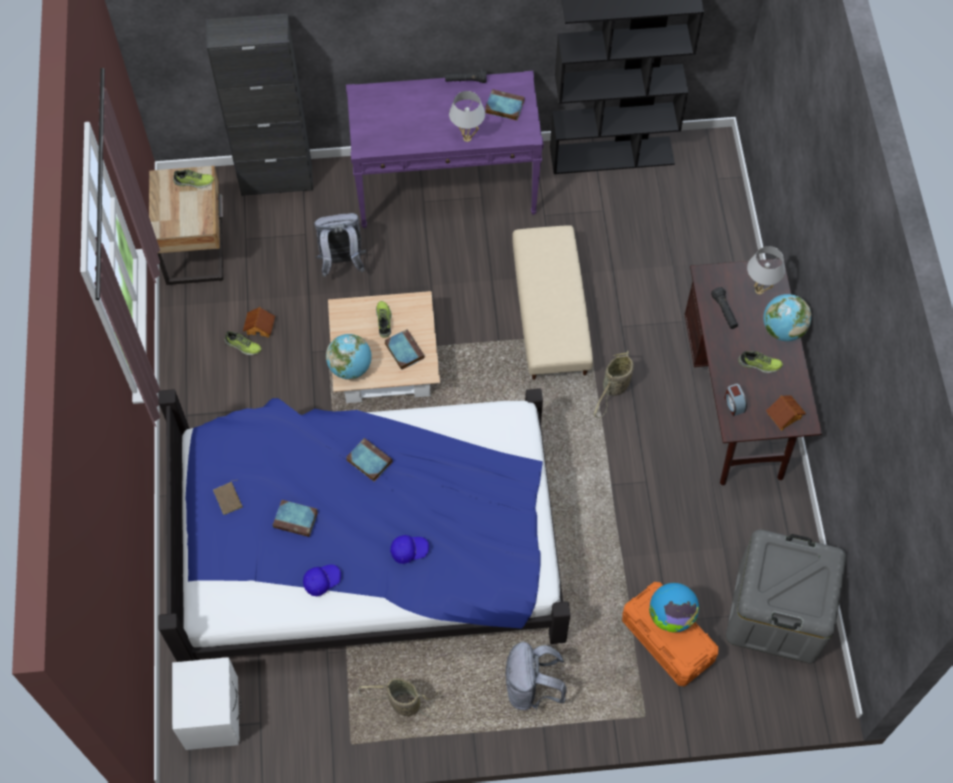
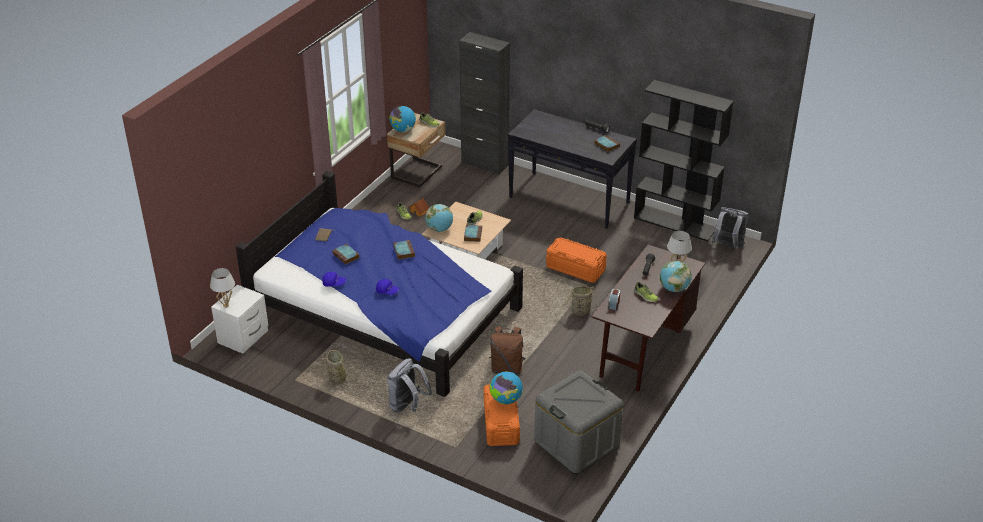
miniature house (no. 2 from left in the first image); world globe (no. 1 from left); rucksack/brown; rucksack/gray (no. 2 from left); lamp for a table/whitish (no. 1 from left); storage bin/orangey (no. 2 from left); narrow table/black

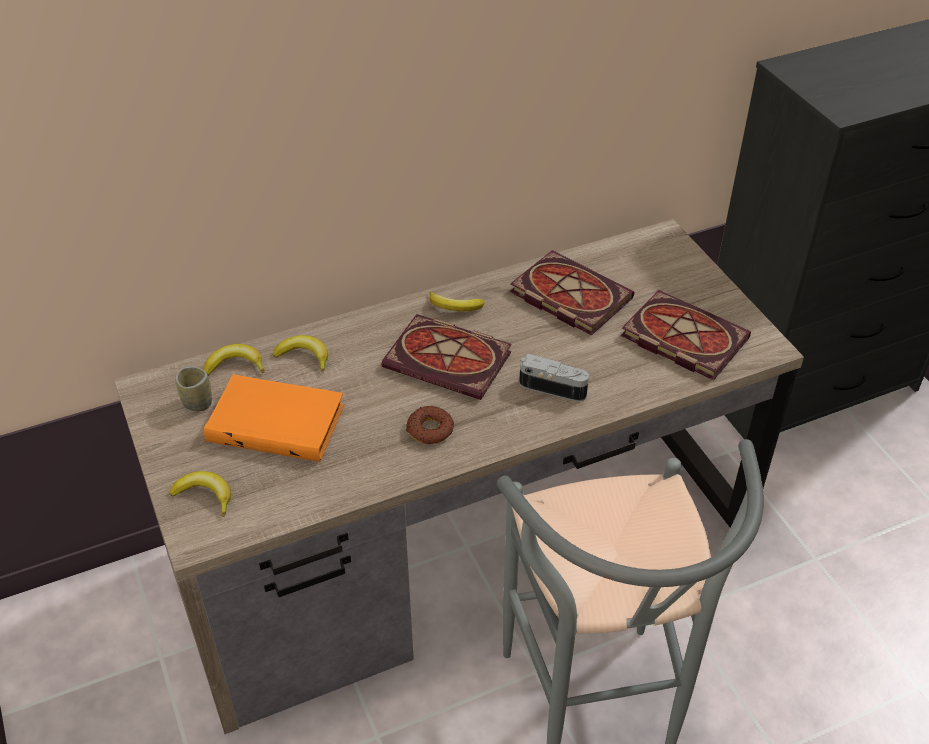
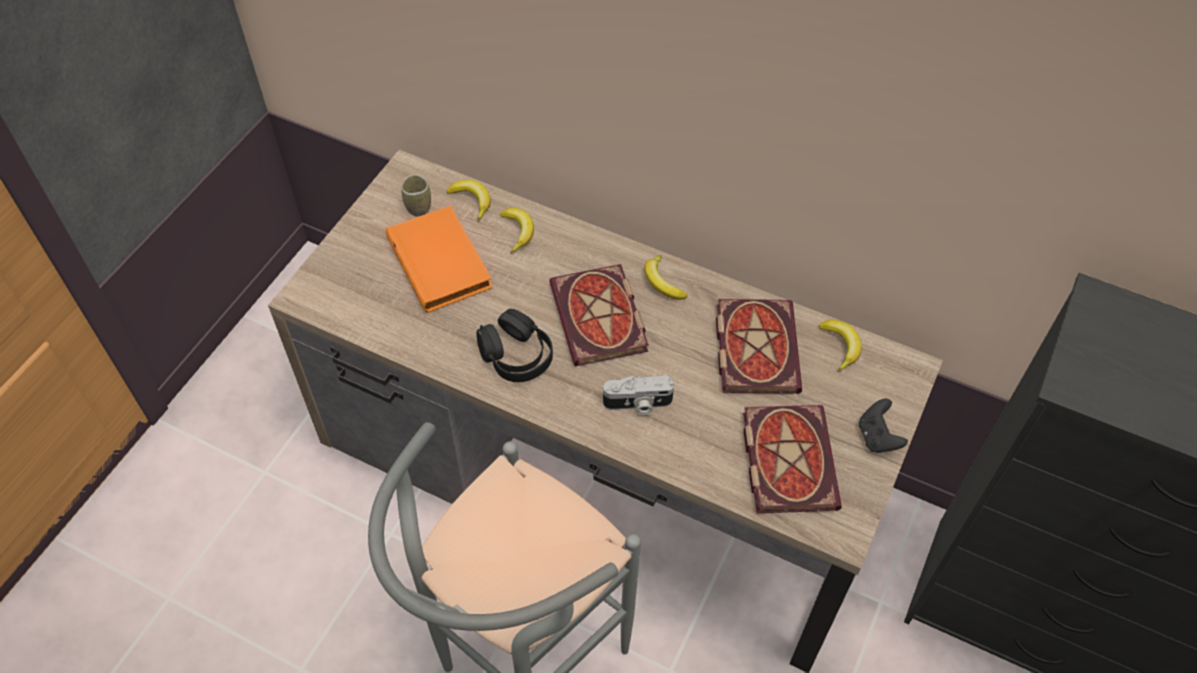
game controller/black; banana fruit (no. 4 from left); headphones/black; still camera

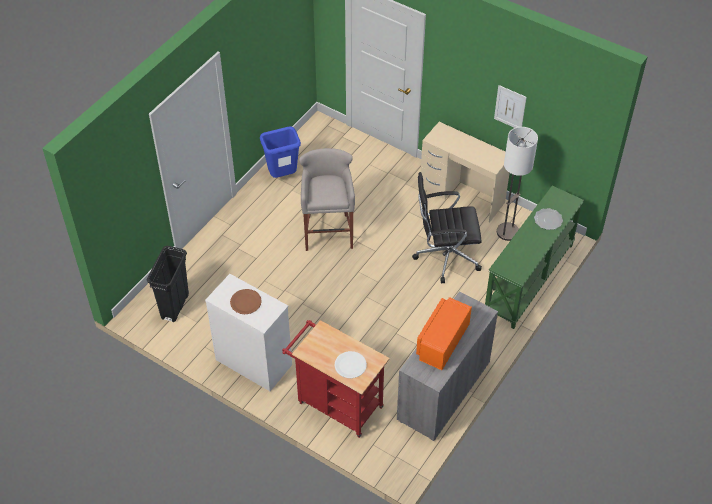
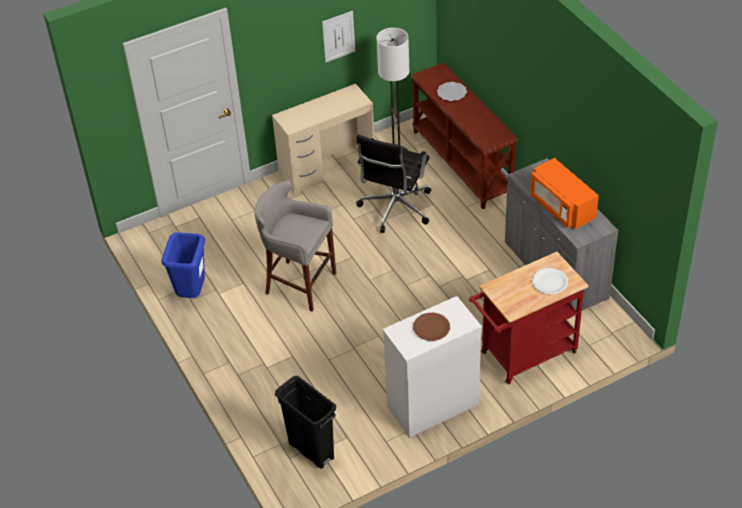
narrow table/brown

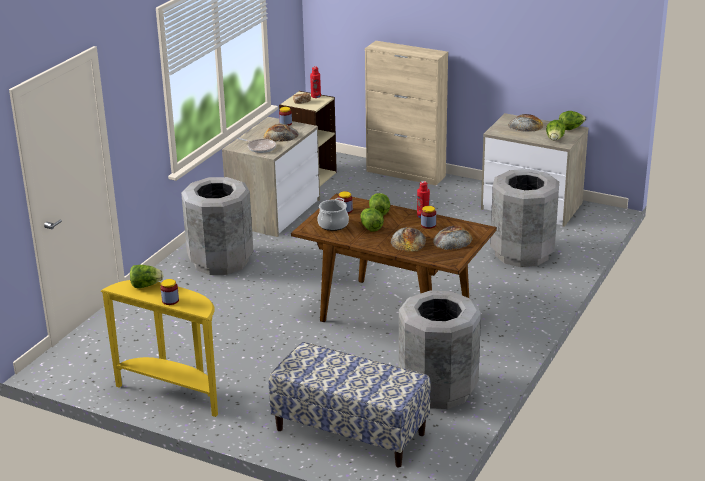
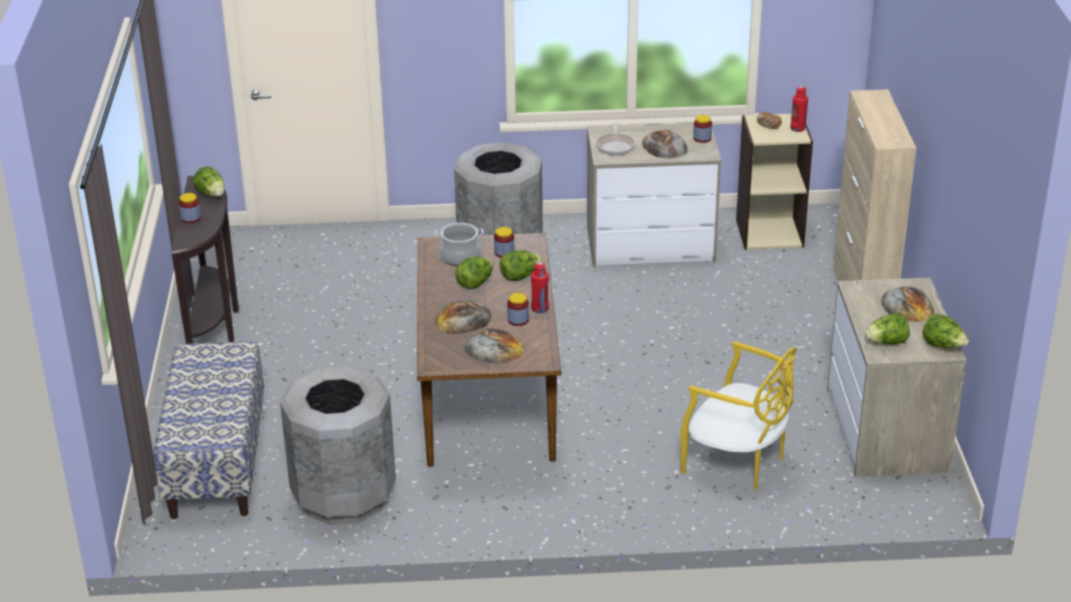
chair/yellow; narrow table/brown

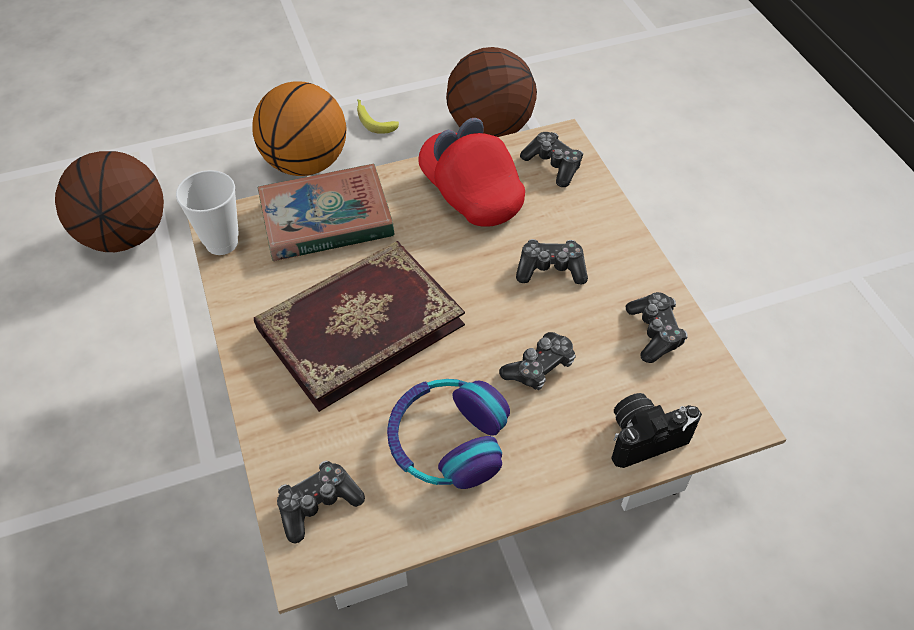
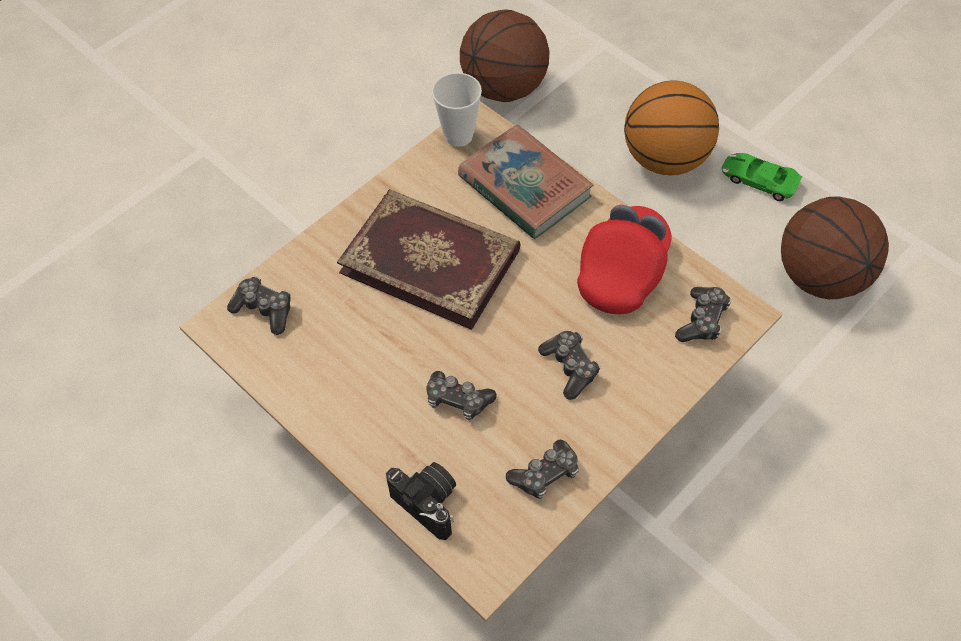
headphones; miniature car/greenish

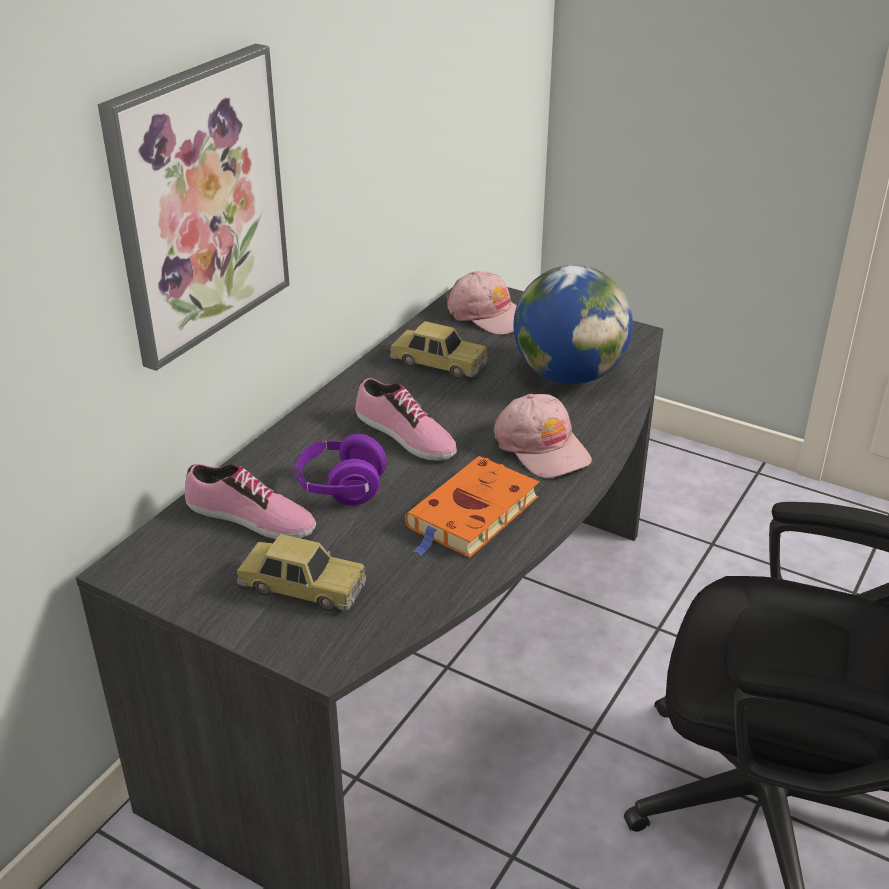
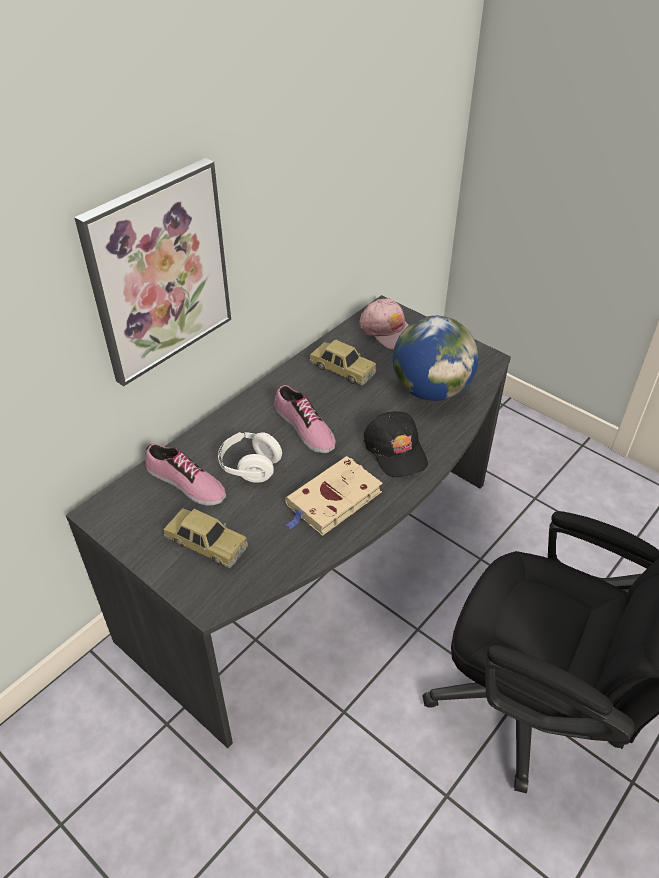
headphones/whitish; volume/beige; baseball cap/black

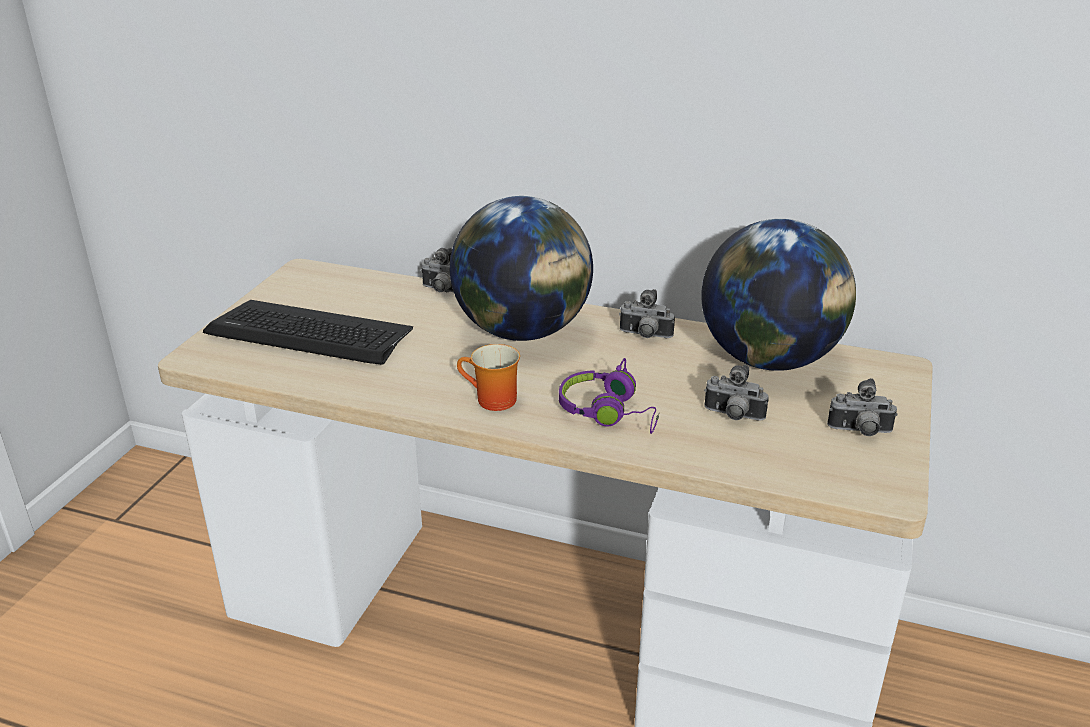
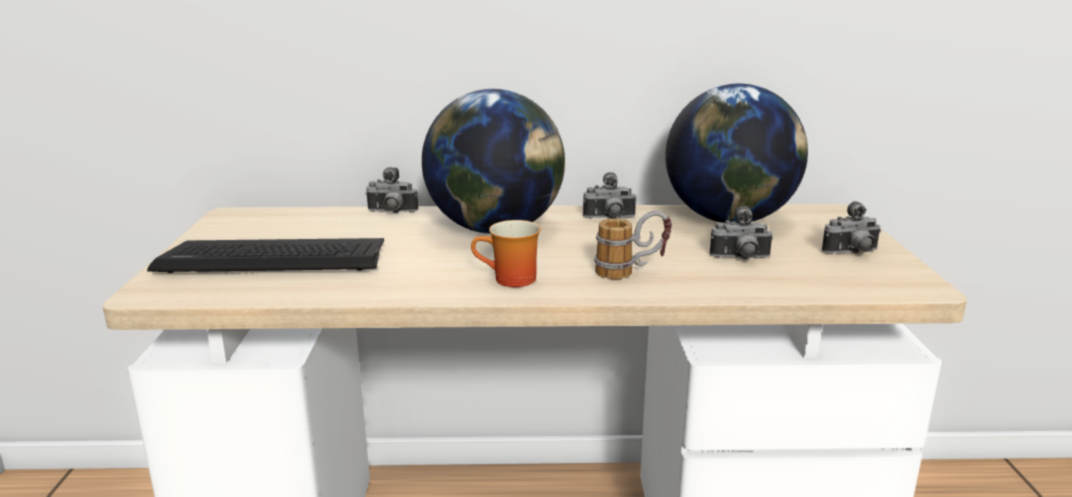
coffee mug (no. 2 from left)

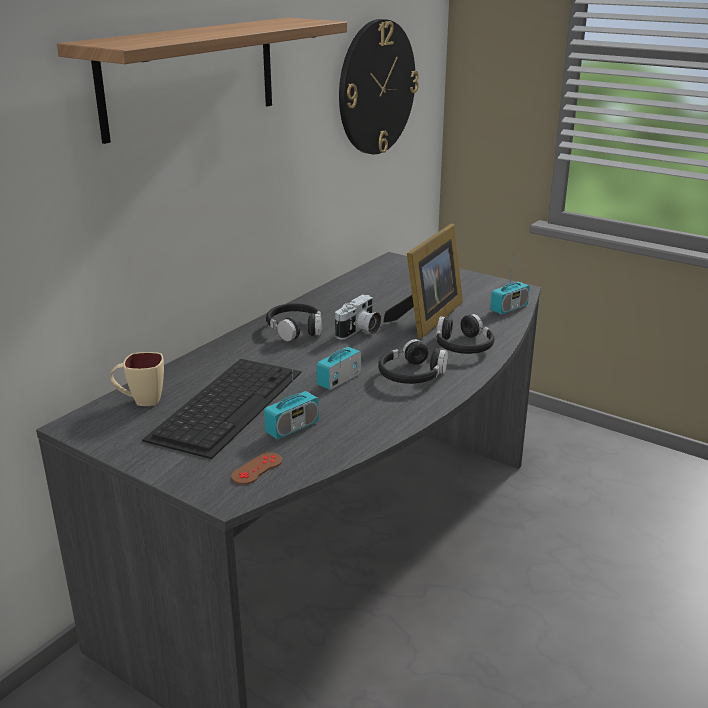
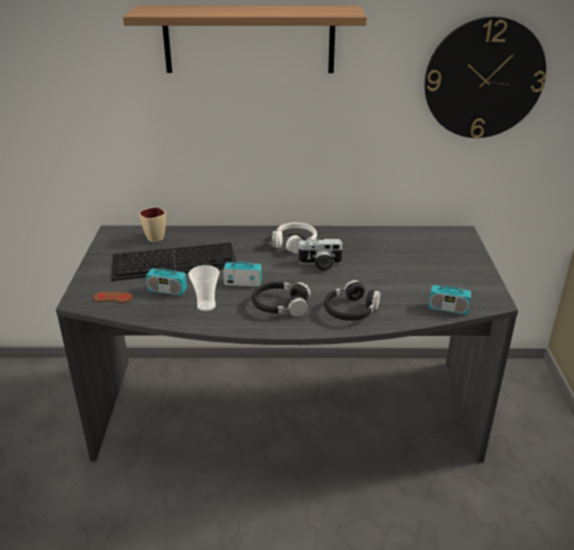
picture frame; drinking cup; headphones/whitish

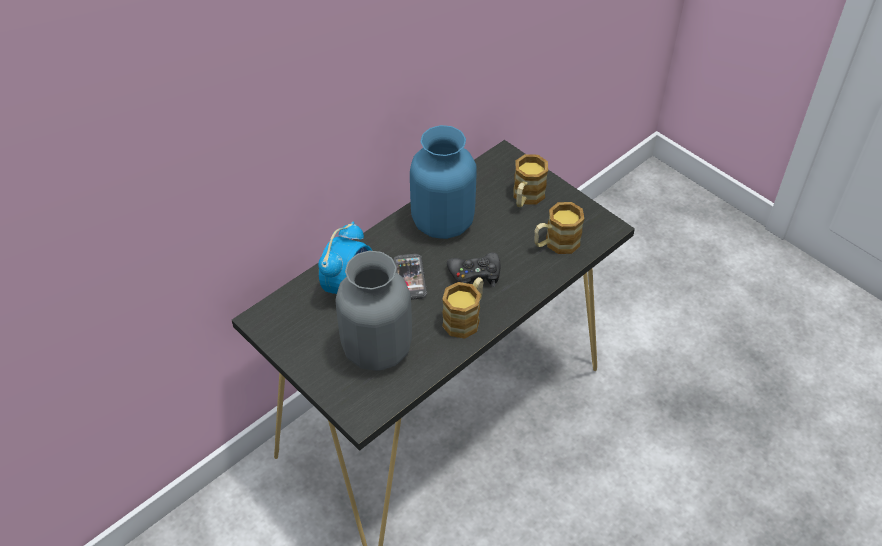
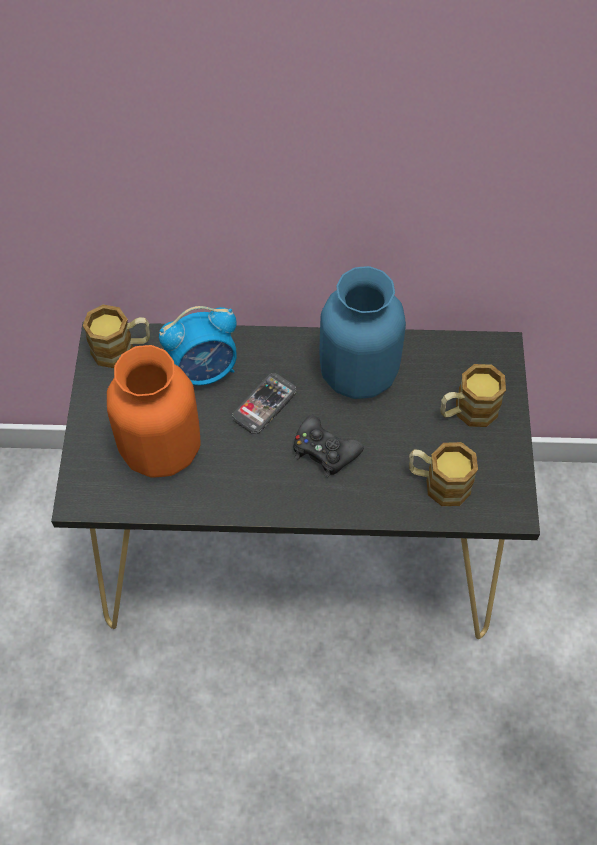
coffee mug (no. 1 from left); vase/orangey

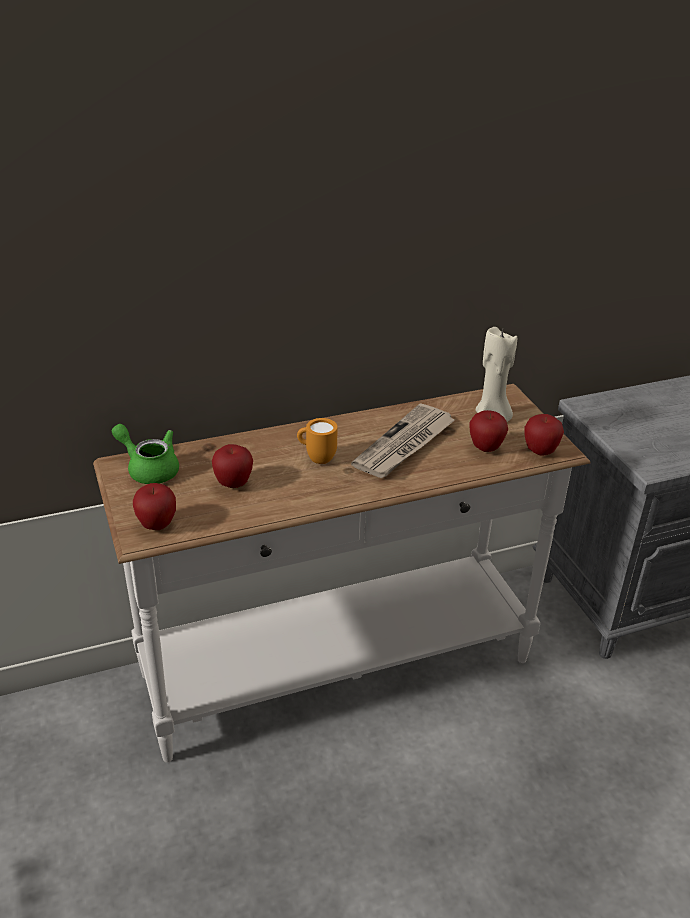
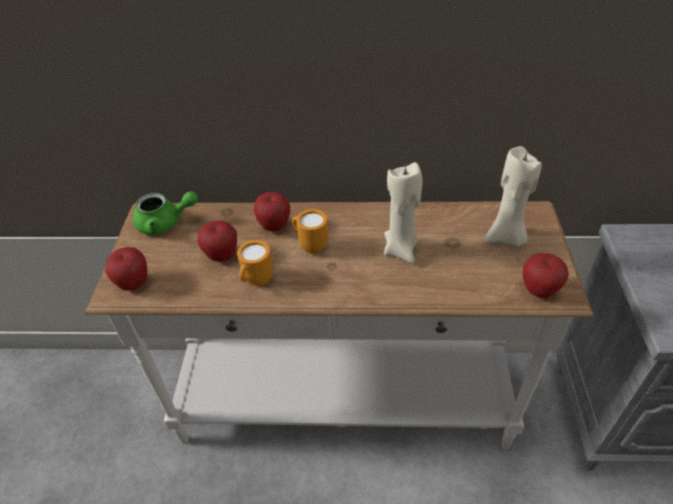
coffee mug/orangey (no. 1 from left); whole apple (no. 3 from left); wax candle/beige (no. 1 from left); teapot/greenish

